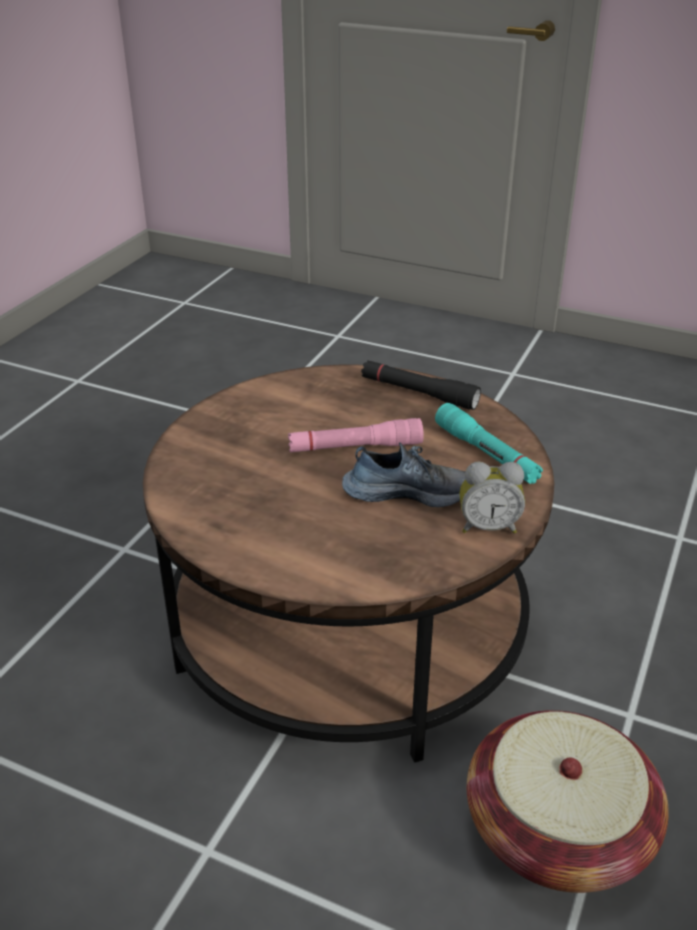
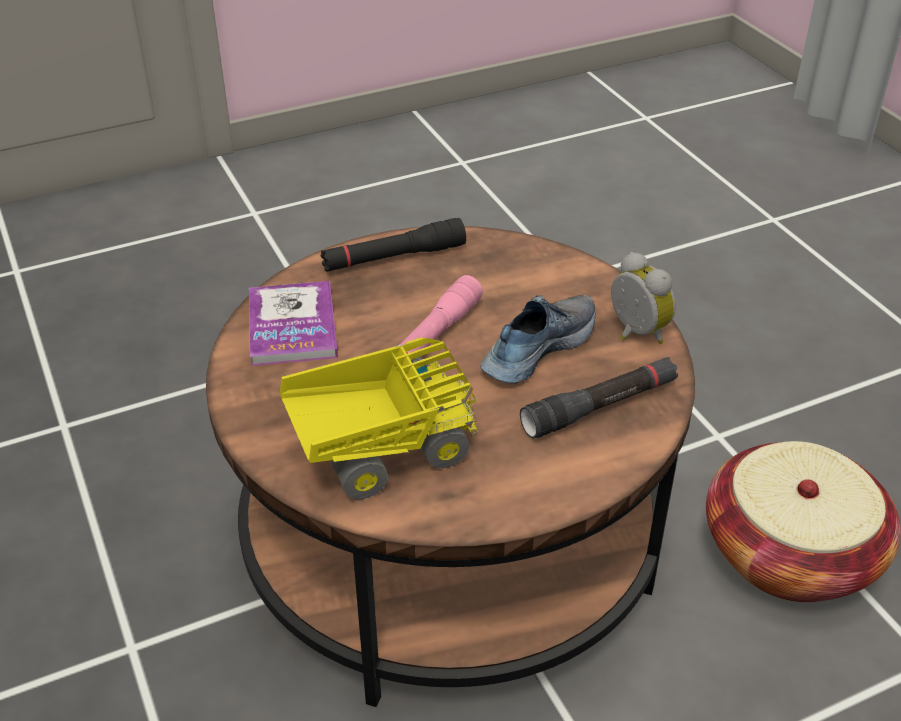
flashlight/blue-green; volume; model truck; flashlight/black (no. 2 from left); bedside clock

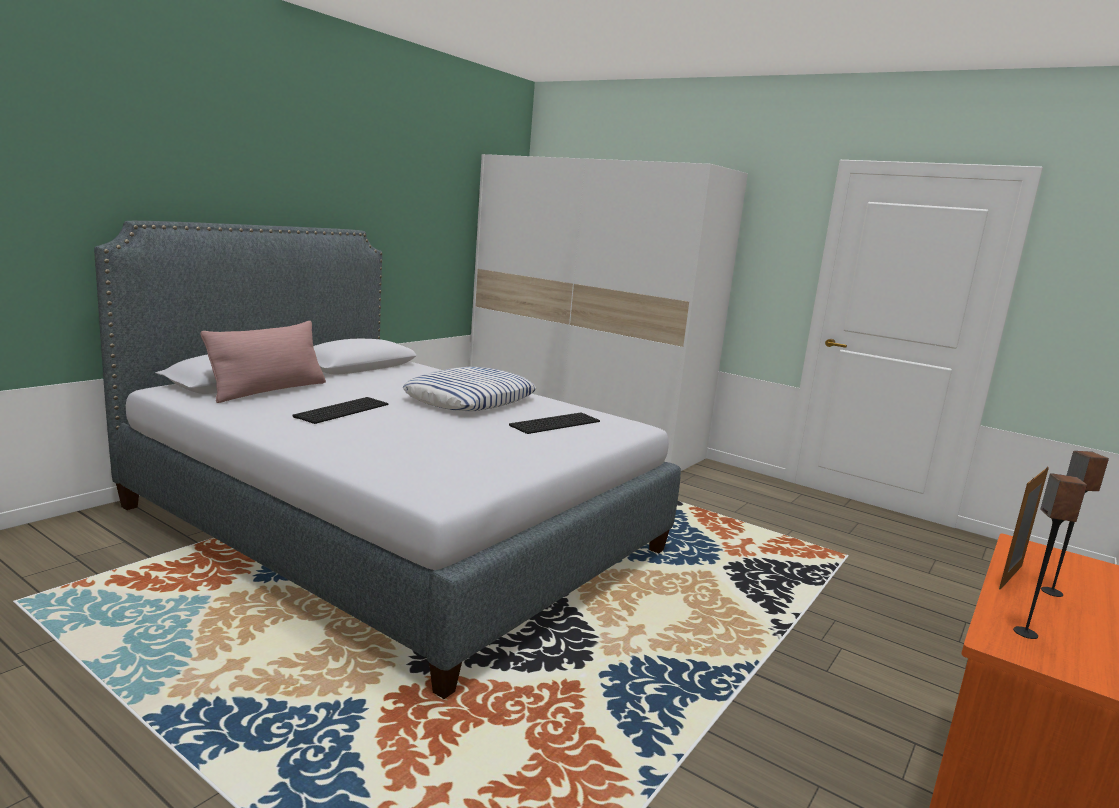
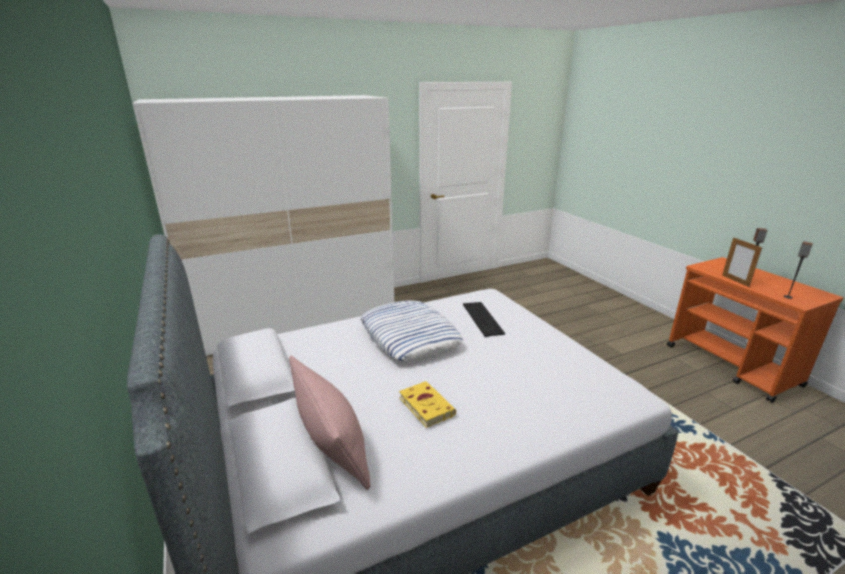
volume/yellow

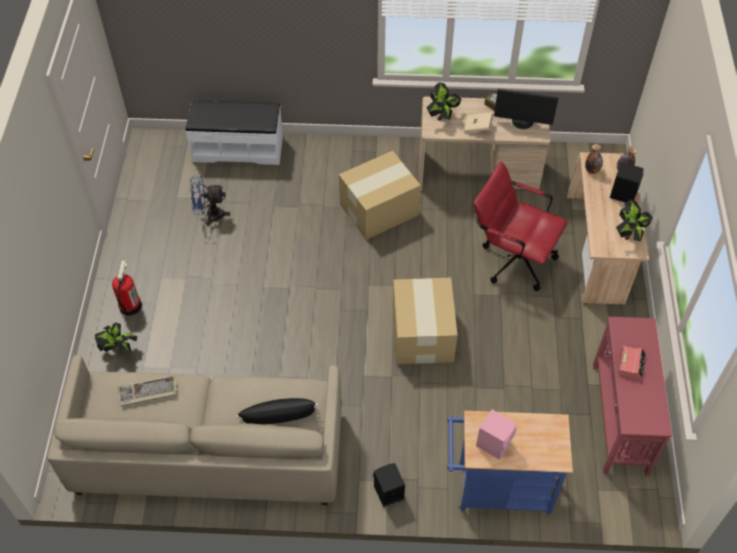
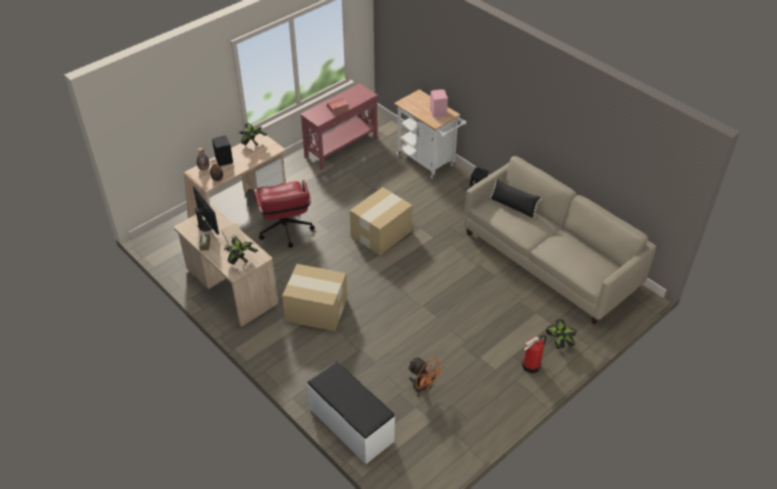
keyboard; cooling fan/orangey; wheeled cart/whitish

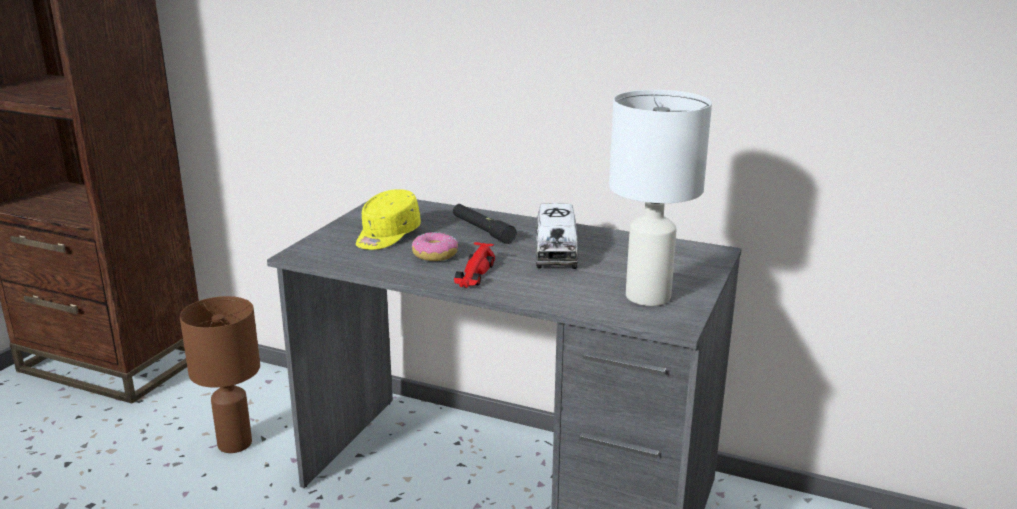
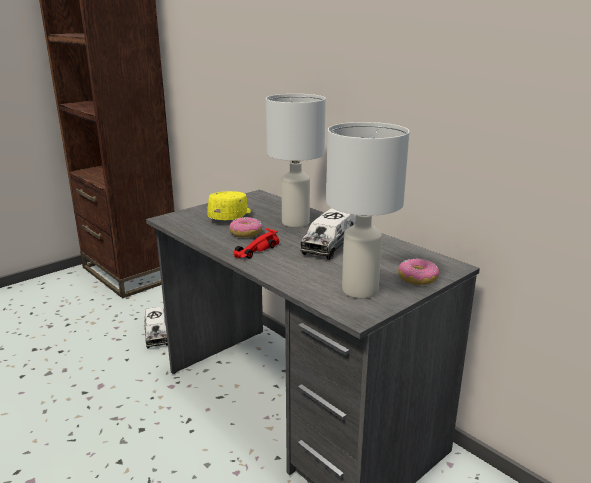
donut (no. 2 from left); model truck (no. 1 from left); lamp for a table/whitish (no. 1 from left); baseball cap/yellow

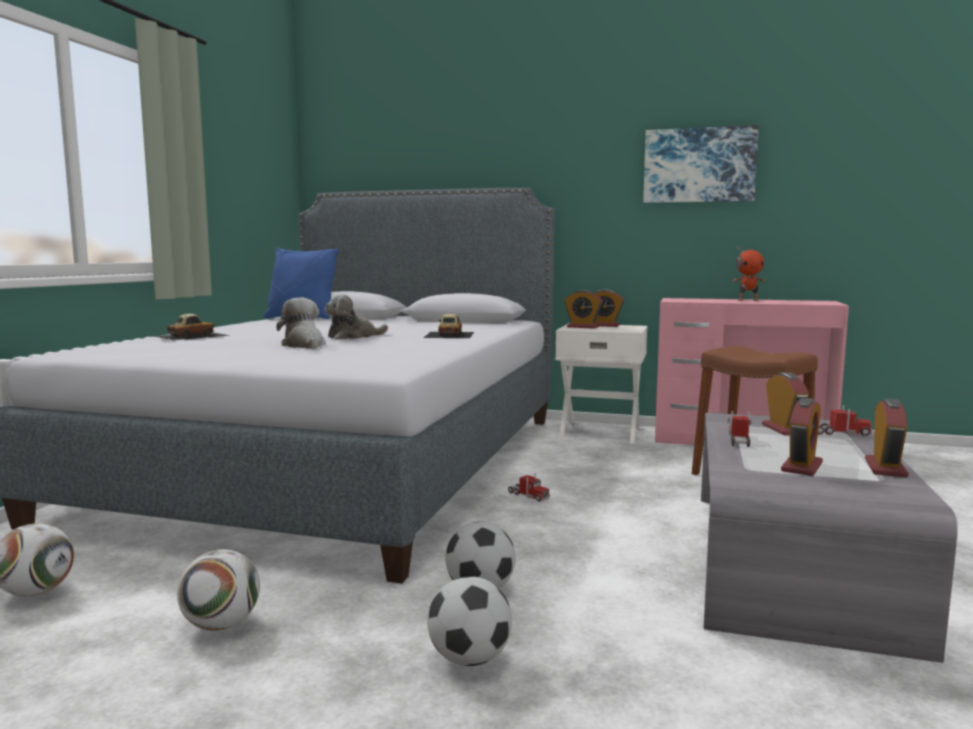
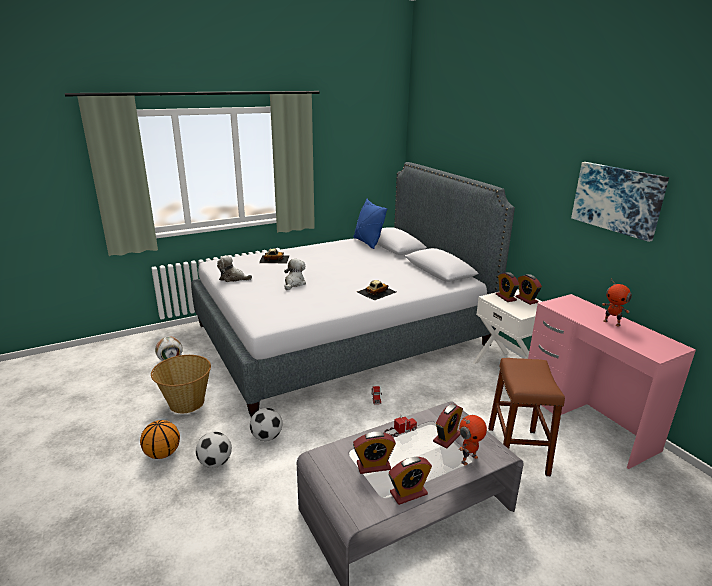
ball for basketball; soft toy (no. 1 from left); household basket; robot figure (no. 1 from left)

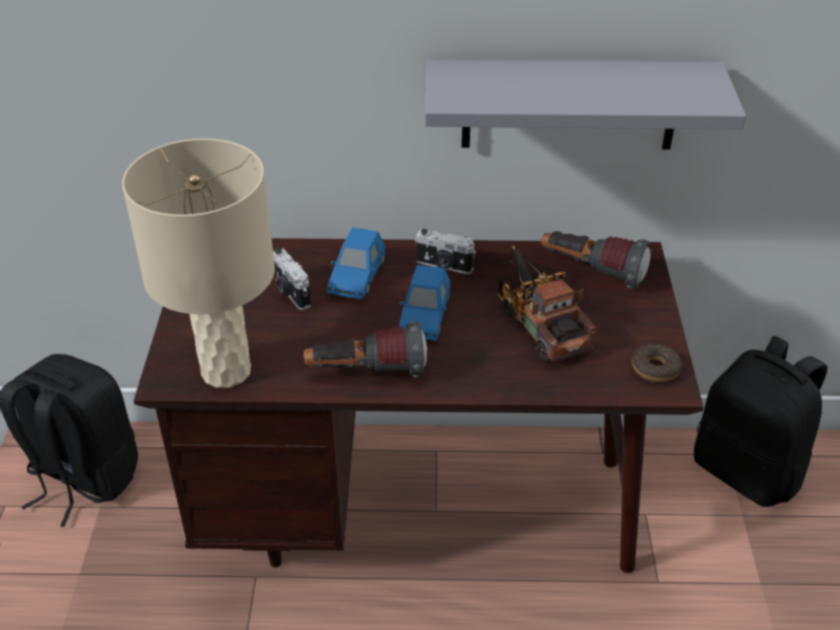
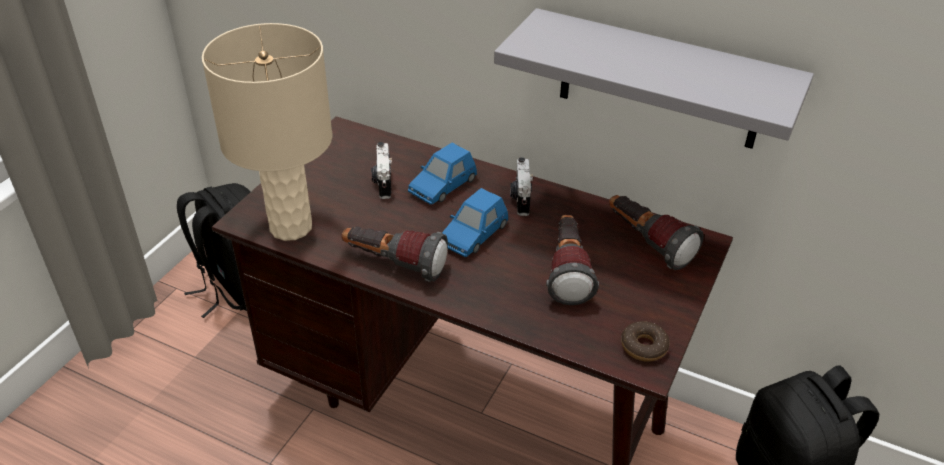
flashlight (no. 2 from left); still camera (no. 2 from left)

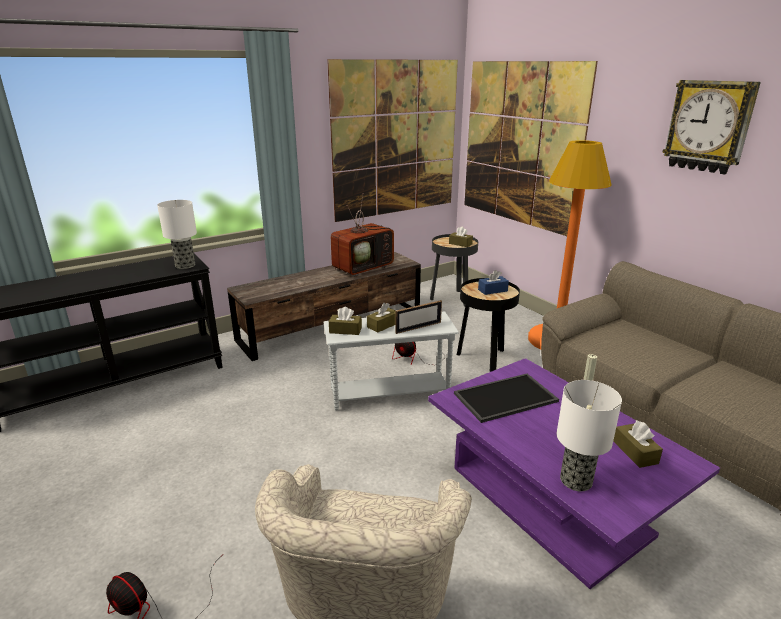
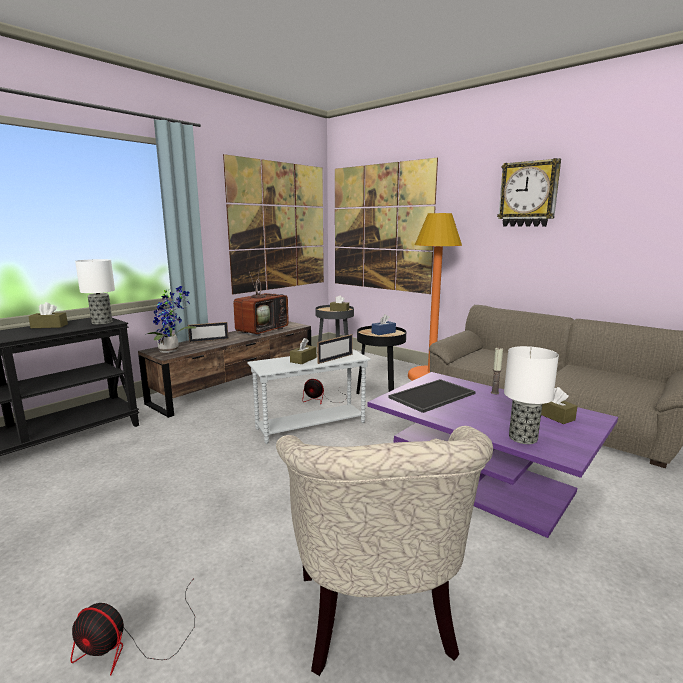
houseplant; picture frame (no. 1 from left); tissue box/brown (no. 1 from left)

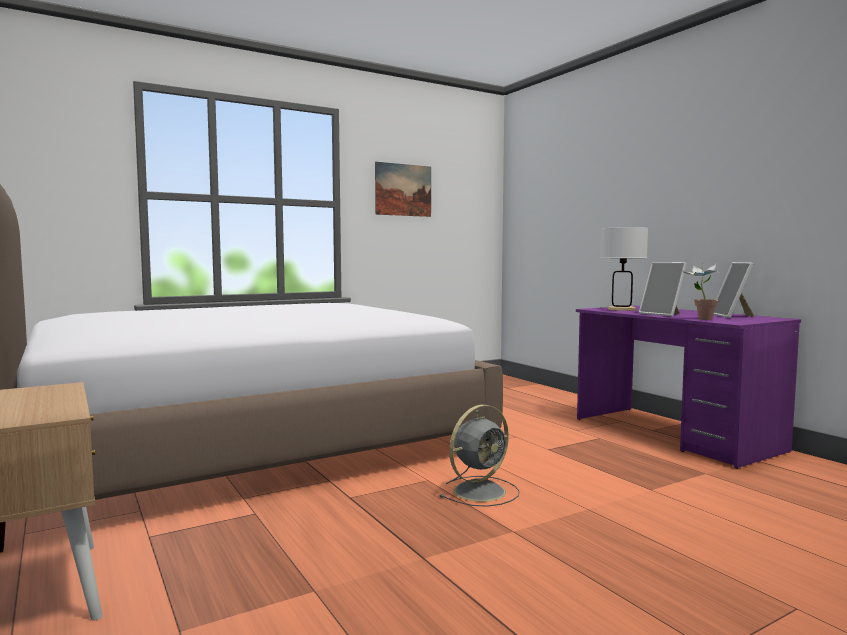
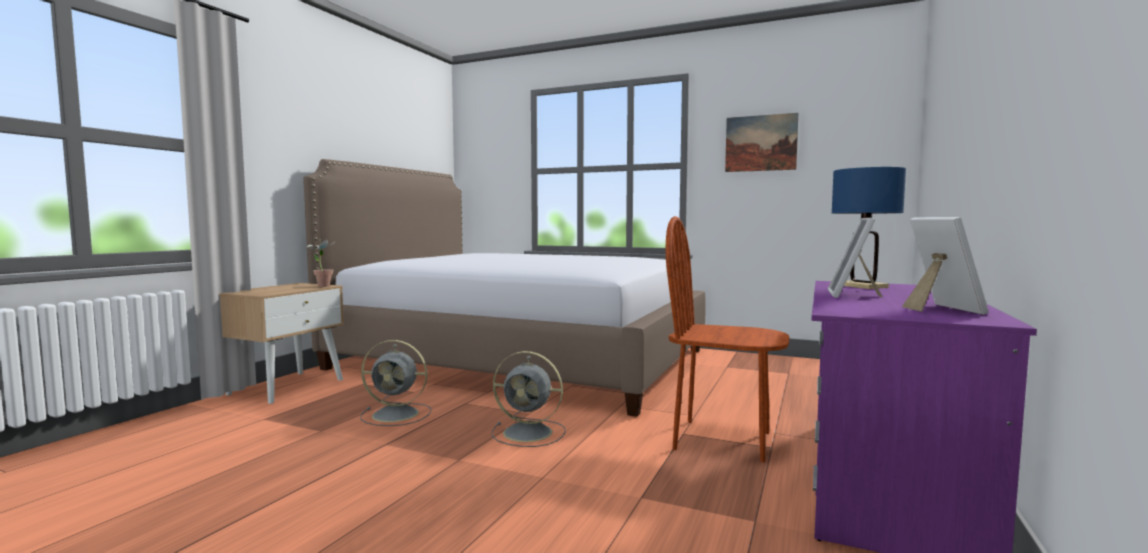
cooling fan/gray (no. 1 from left); chair/brown; houseplant; lamp for a table/bluish; picture frame (no. 2 from left)

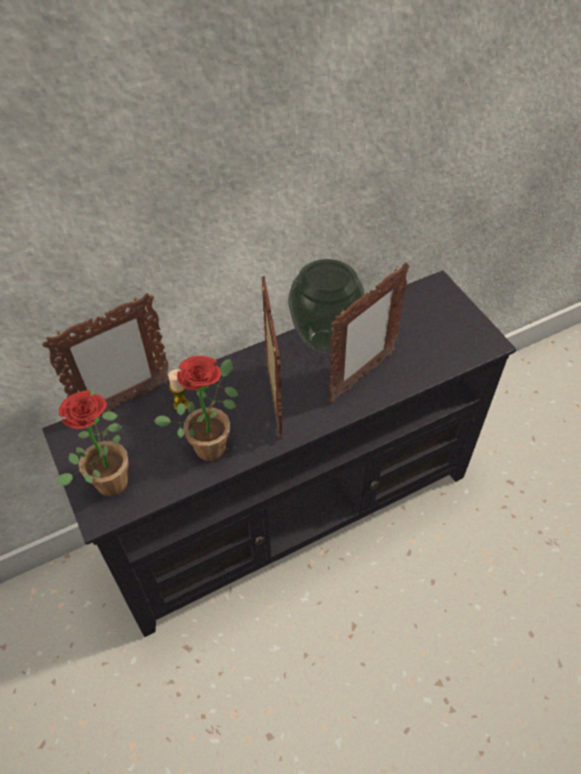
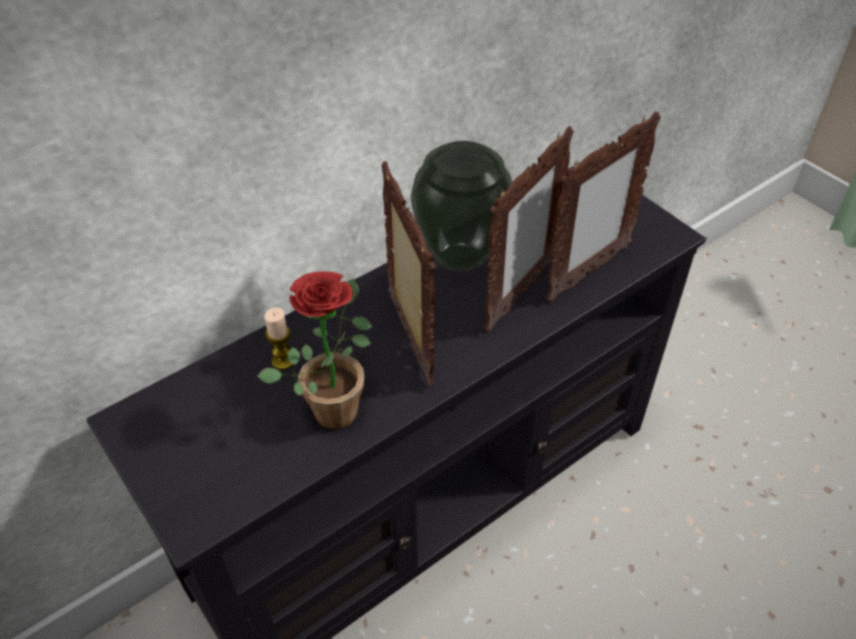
houseplant (no. 1 from left in the first image); picture frame (no. 3 from left)

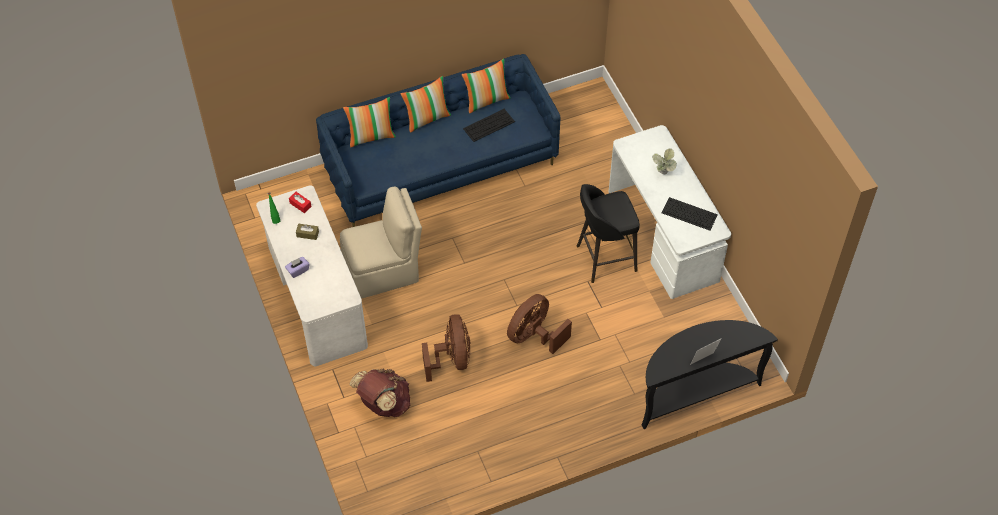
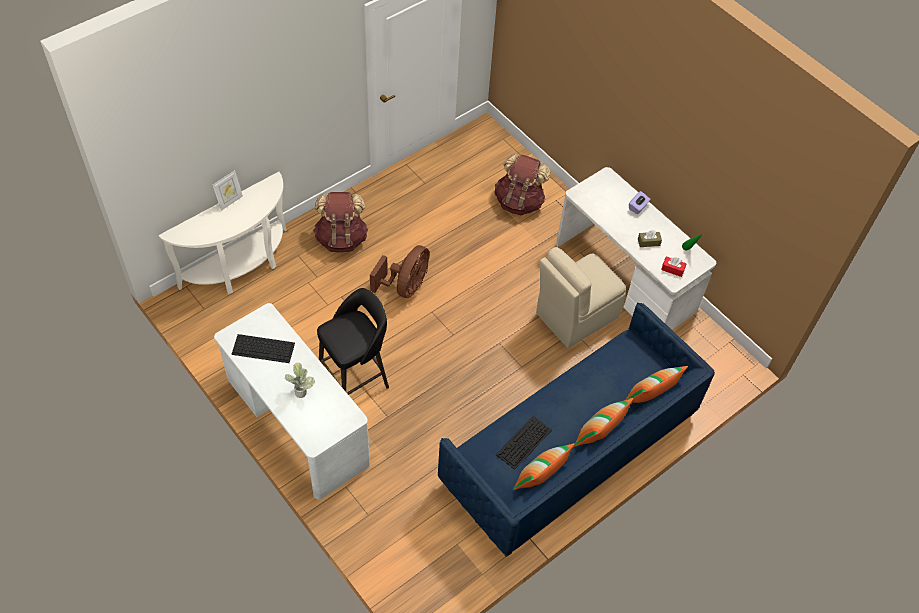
cooling fan/brown (no. 1 from left in the first image); rucksack/brown (no. 1 from left); narrow table/whitish

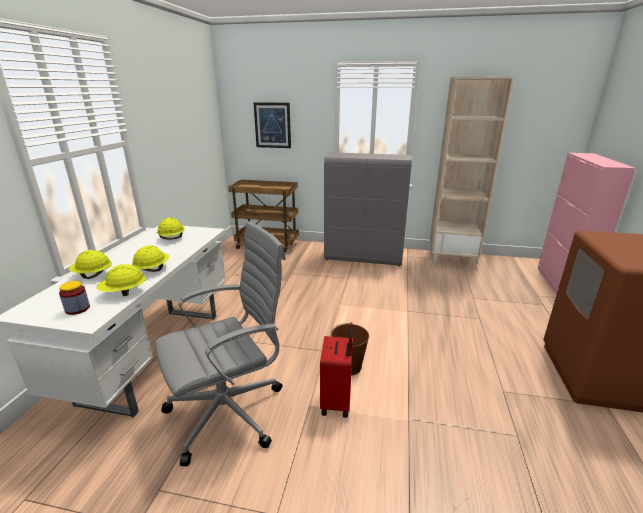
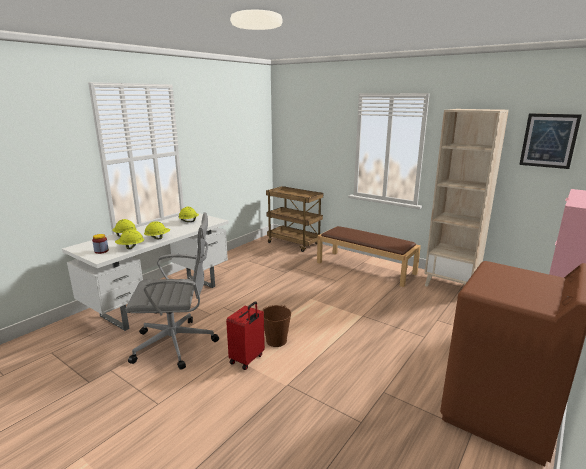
wall picture; long seat/brown

